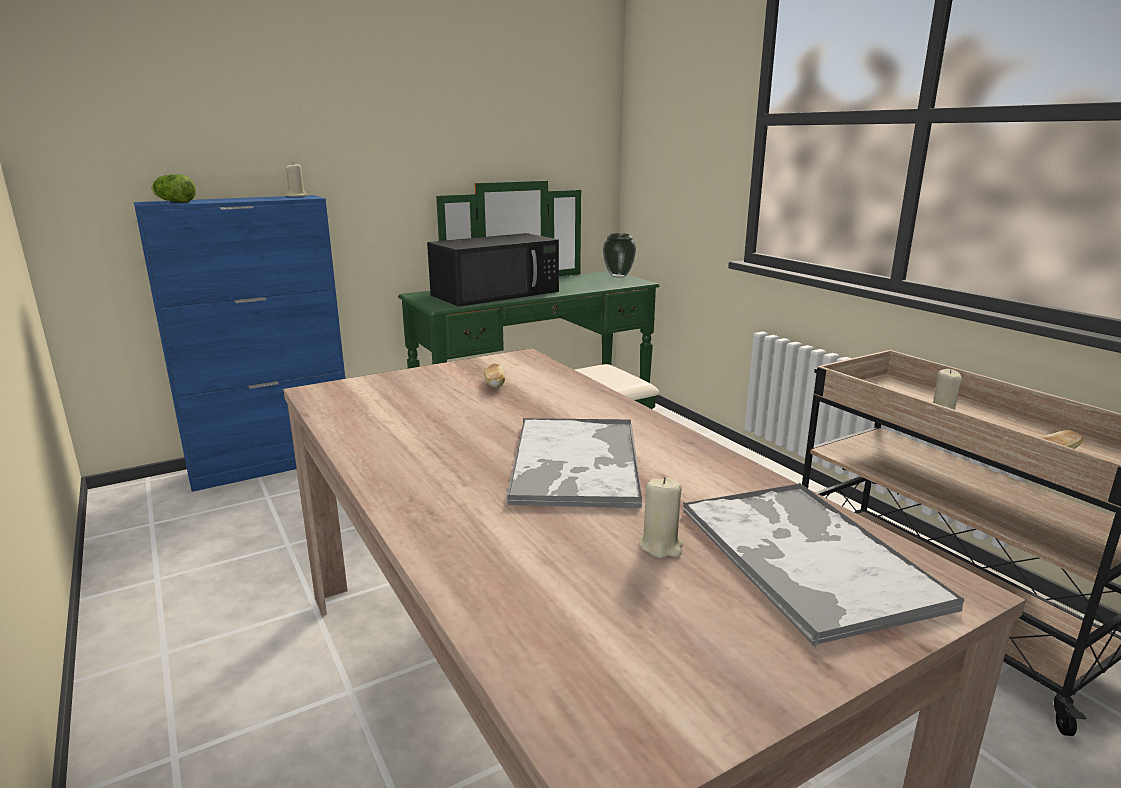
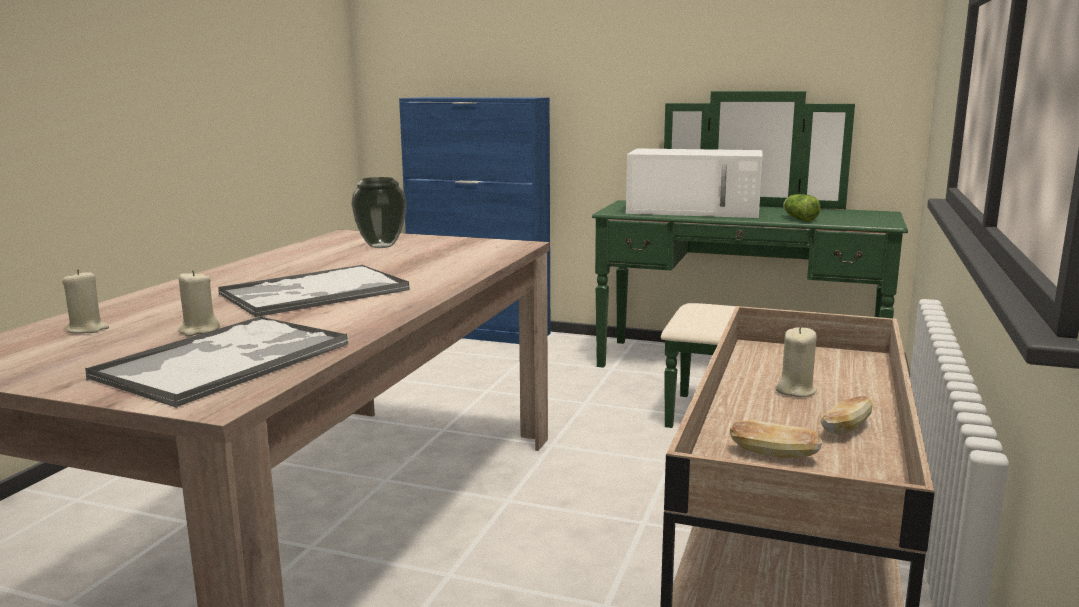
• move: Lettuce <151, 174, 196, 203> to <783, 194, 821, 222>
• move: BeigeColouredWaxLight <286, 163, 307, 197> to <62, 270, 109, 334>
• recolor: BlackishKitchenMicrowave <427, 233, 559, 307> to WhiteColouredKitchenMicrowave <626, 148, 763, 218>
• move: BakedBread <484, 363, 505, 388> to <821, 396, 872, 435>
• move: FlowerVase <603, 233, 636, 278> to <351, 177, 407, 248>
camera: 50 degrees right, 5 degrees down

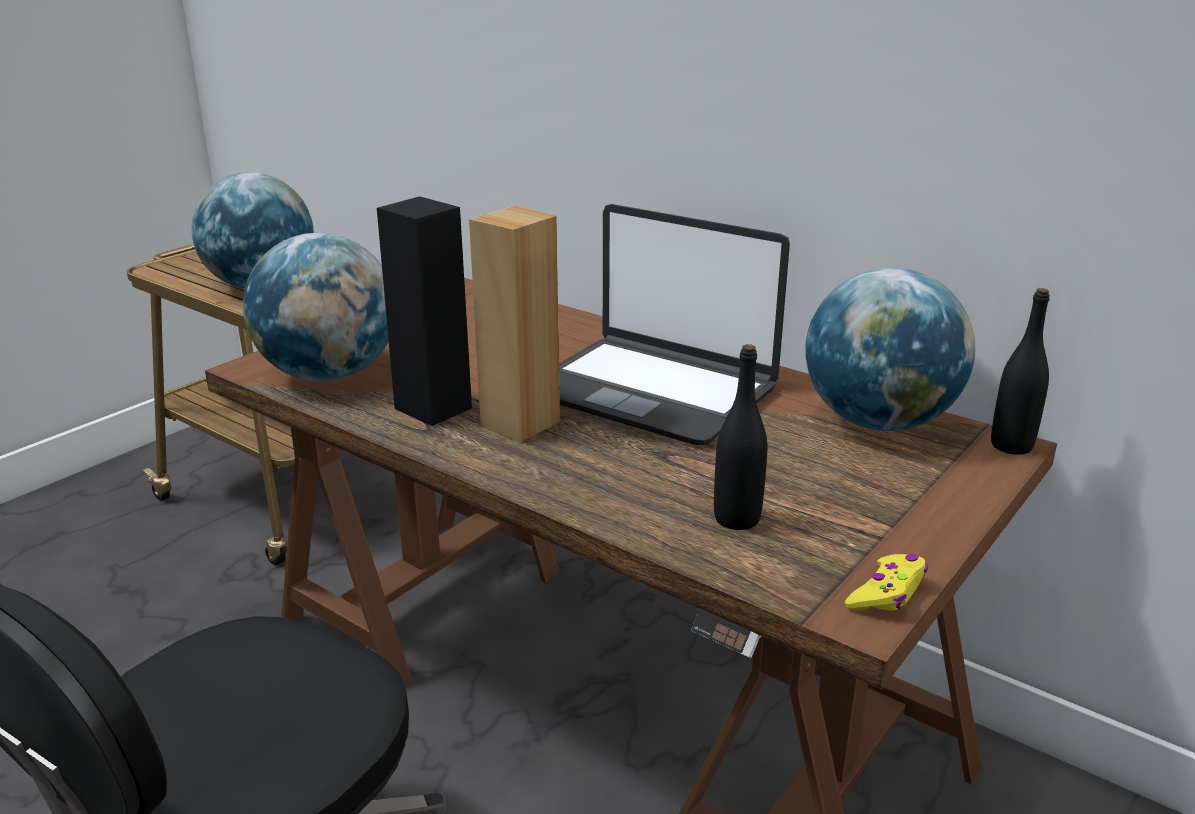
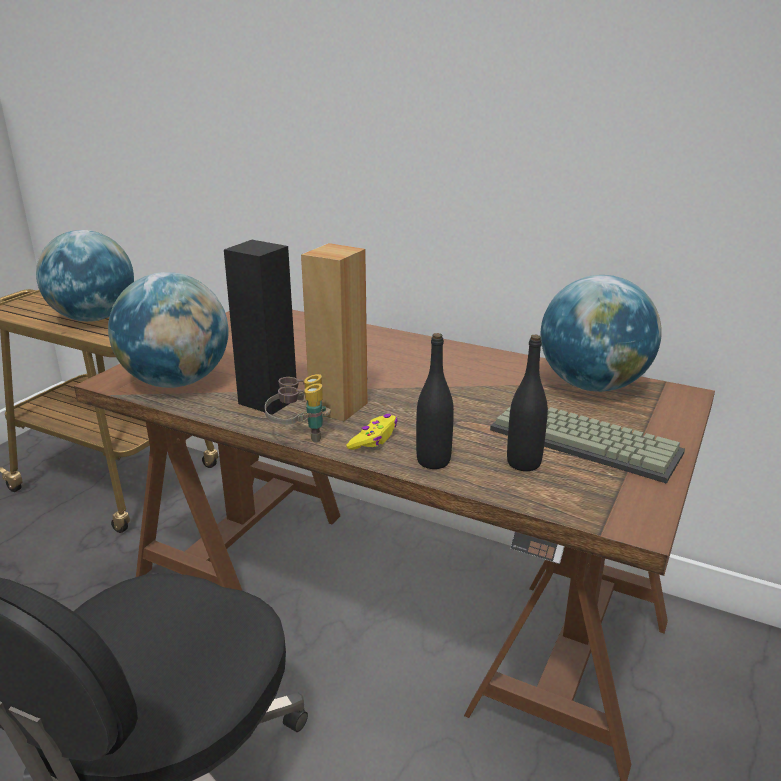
• delete: Laptop <559, 204, 790, 446>
• move: YellowishGameController <845, 554, 928, 611> to <346, 414, 398, 450>
• move: BlackishBottle <991, 288, 1050, 455> to <416, 333, 454, 469>
• insert: Binoculars <265, 374, 331, 442>
• insert: PcKeyboard <490, 407, 685, 484>
camera: 10 degrees left, 0 degrees up

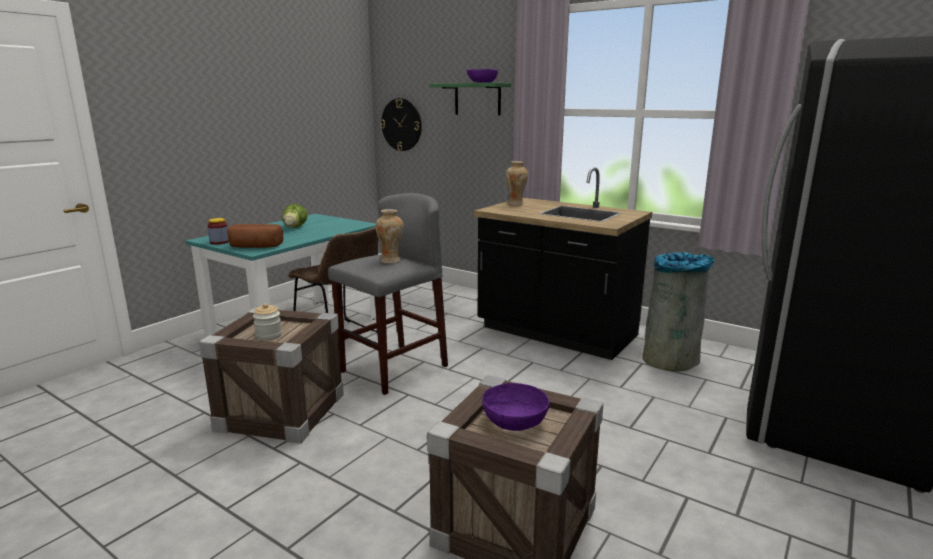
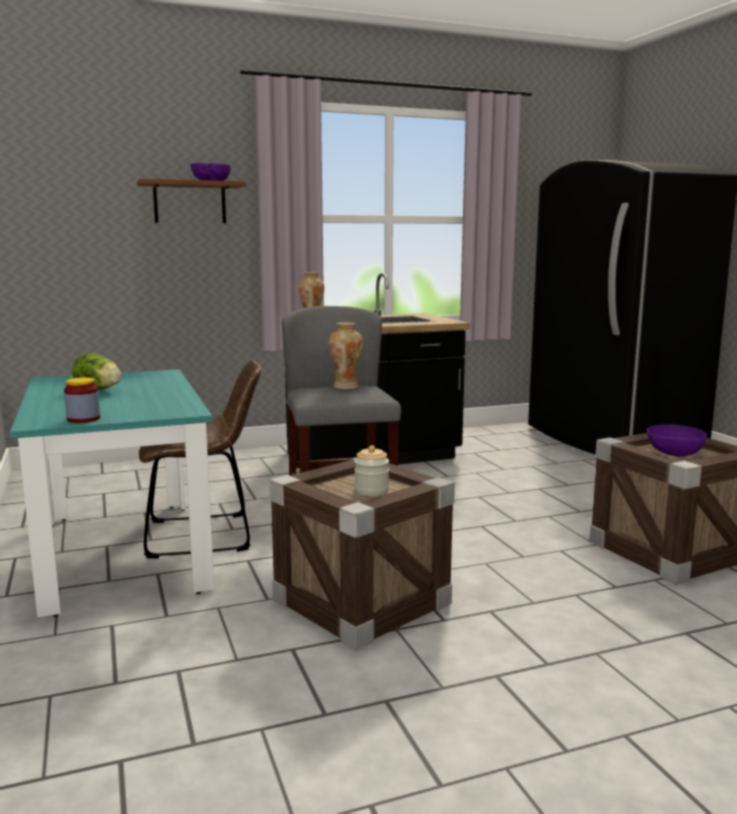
• delete: BakedBread <227, 224, 283, 248>
• delete: ClockOnTheWall <380, 98, 422, 151>
• recolor: GreenColouredShelf <429, 83, 511, 116> to BrownishShelf <137, 179, 246, 223>
• delete: GreyRubbishBin <642, 252, 715, 371>
camera: 55 degrees left, 5 degrees down

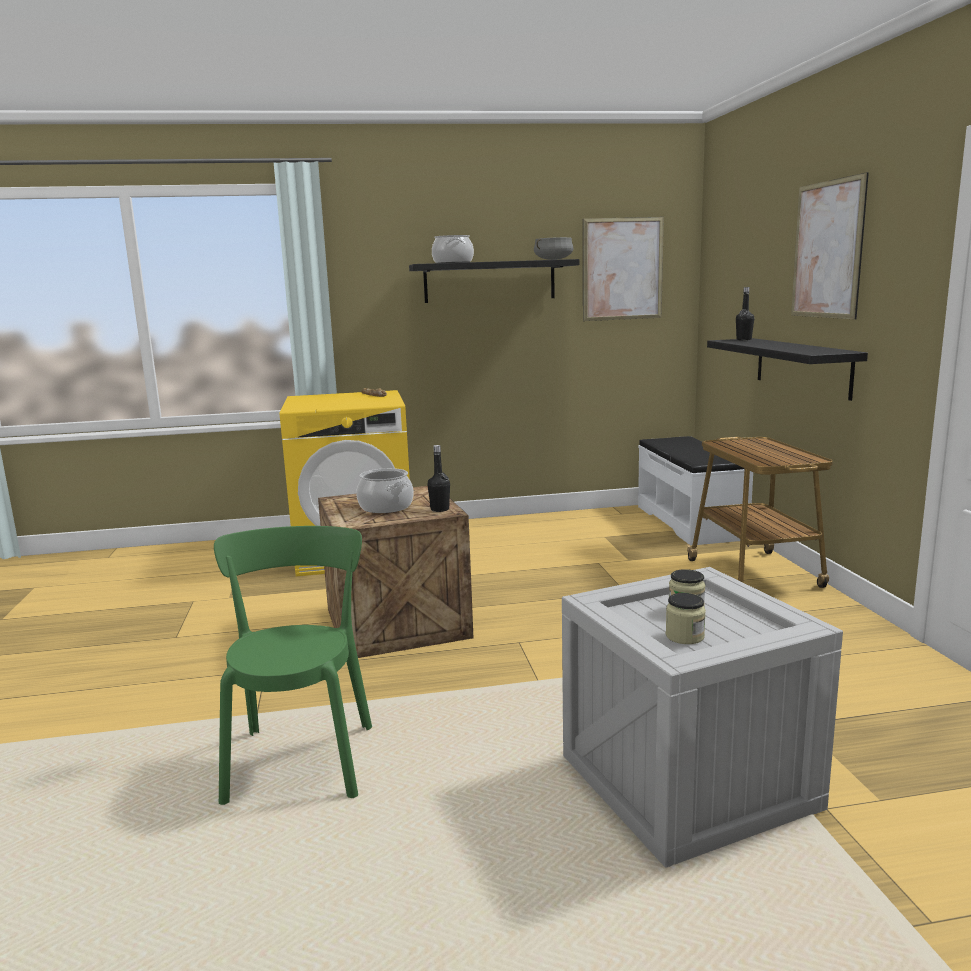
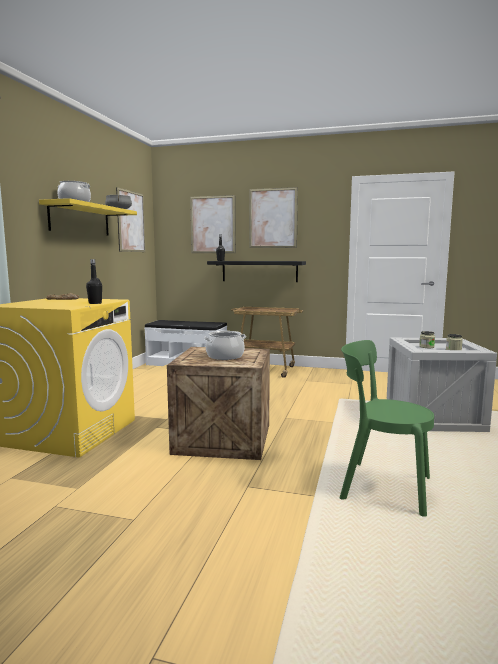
• recolor: BlackishShelf <409, 259, 579, 303> to YellowishShelf <39, 198, 137, 236>
• move: BlackishBottle <427, 445, 450, 512> to <86, 259, 102, 304>
• insert: Picture <190, 195, 236, 253>
camera: 65 degrees left, 5 degrees down

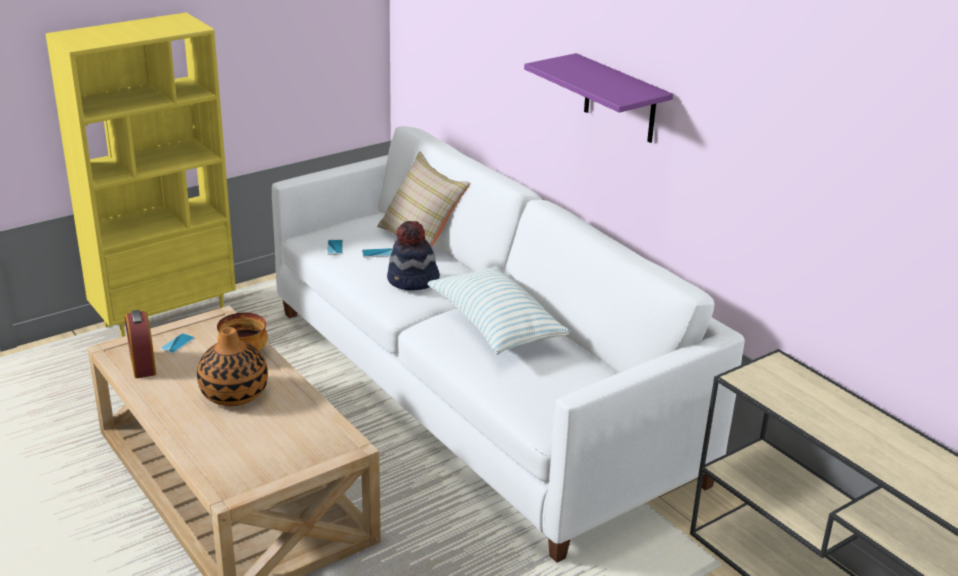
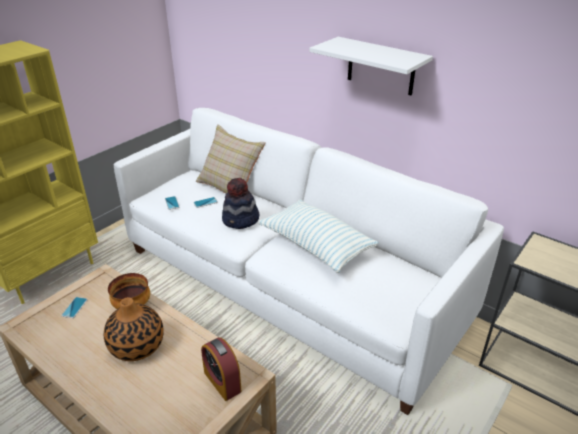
• move: BedsideClock <125, 310, 156, 378> to <201, 337, 242, 401>
• recolor: PurpleColouredShelf <524, 53, 673, 143> to WhiteColouredShelf <309, 37, 433, 96>
camera: 15 degrees left, 5 degrees up

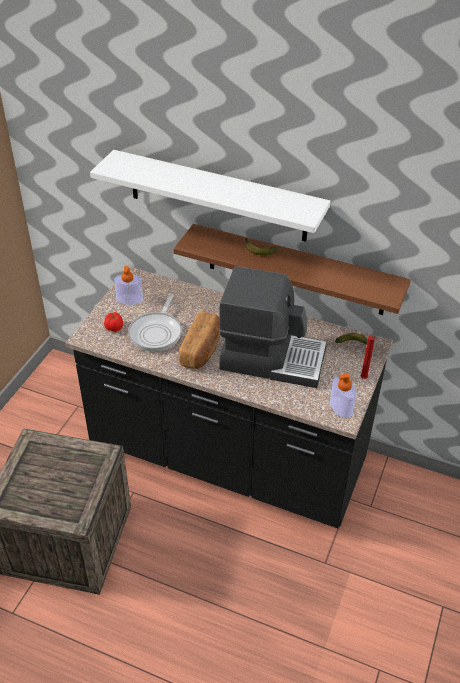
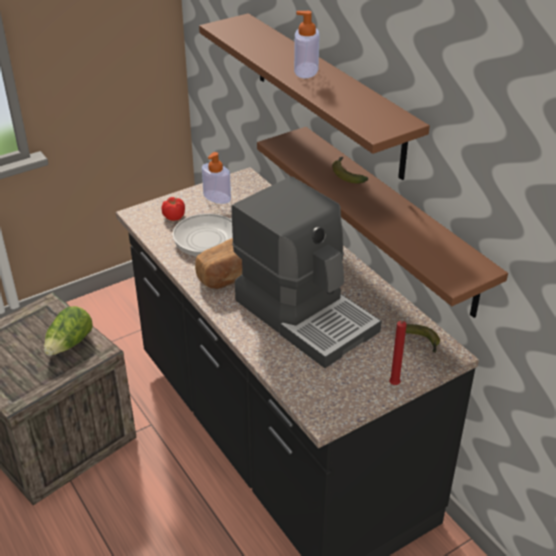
• recolor: WhiteColouredShelf <90, 150, 331, 242> to BrownishShelf <199, 13, 430, 180>
• move: SoapDispenser <330, 373, 356, 418> to <294, 11, 320, 78>
• insert: Lettuce <44, 306, 93, 356>
camera: 35 degrees right, 5 degrees down

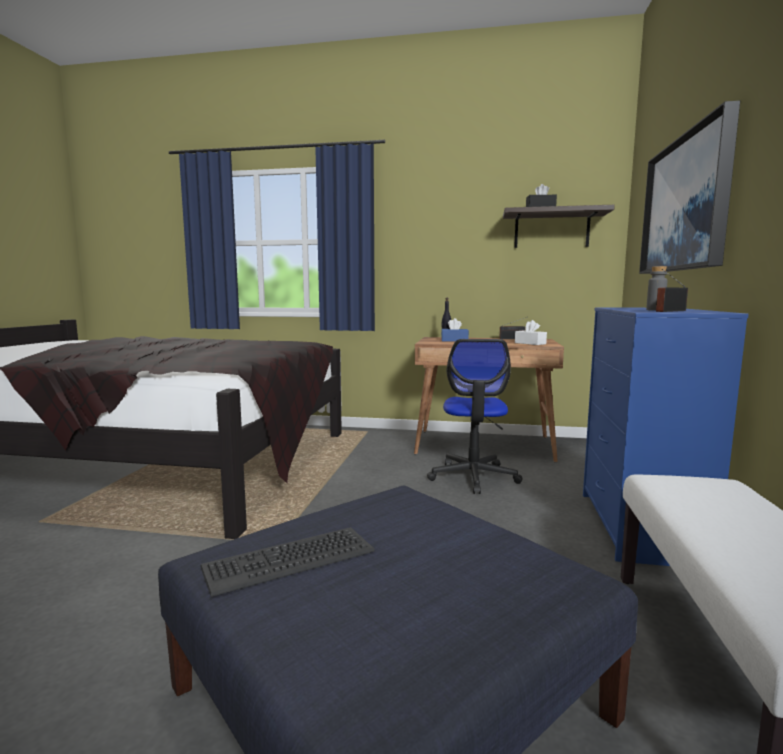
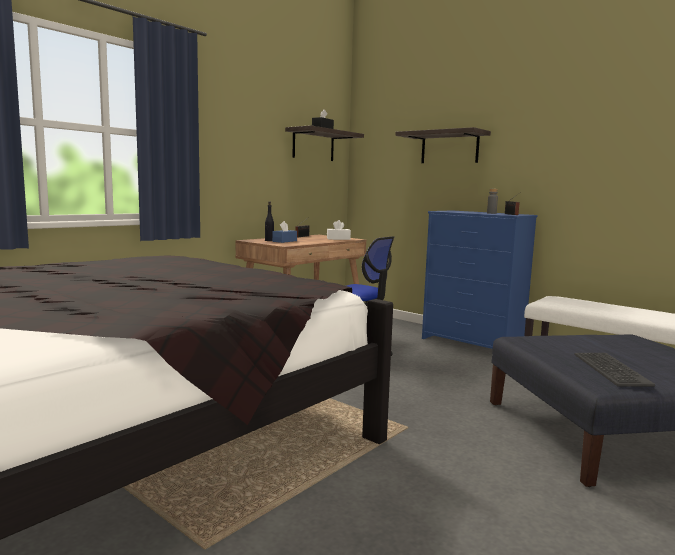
• replace: Picture <639, 100, 740, 274> to Shelf <395, 127, 491, 163>
camera: 60 degrees left, 0 degrees up

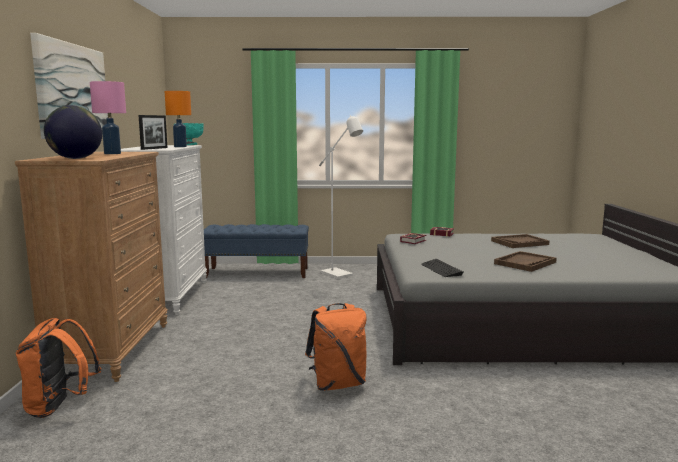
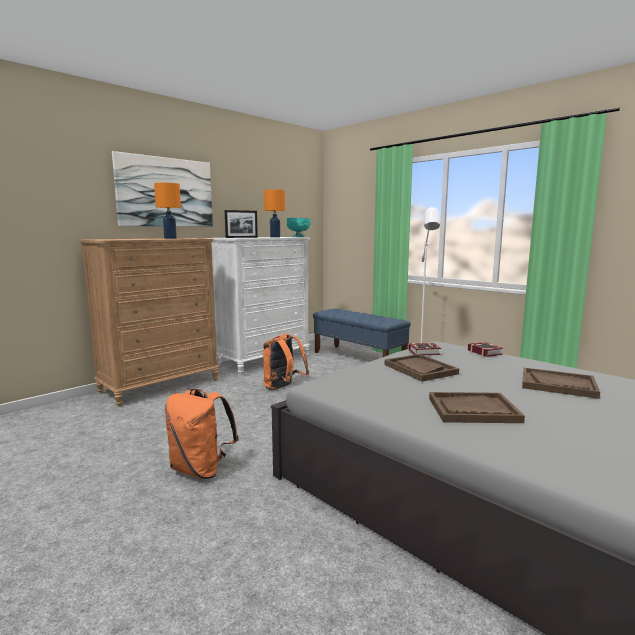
• move: OrangeColouredKnapsack <16, 318, 101, 418> to <263, 334, 309, 390>
• delete: WorldGlobe <44, 105, 102, 159>
• recolor: PinkishTableLamp <90, 81, 126, 154> to OrangeColouredTableLamp <154, 183, 181, 239>
• delete: PcKeyboard <421, 259, 464, 277>
• insert: BrownishCarryingTray <385, 354, 459, 382>
camera: 45 degrees right, 0 degrees up

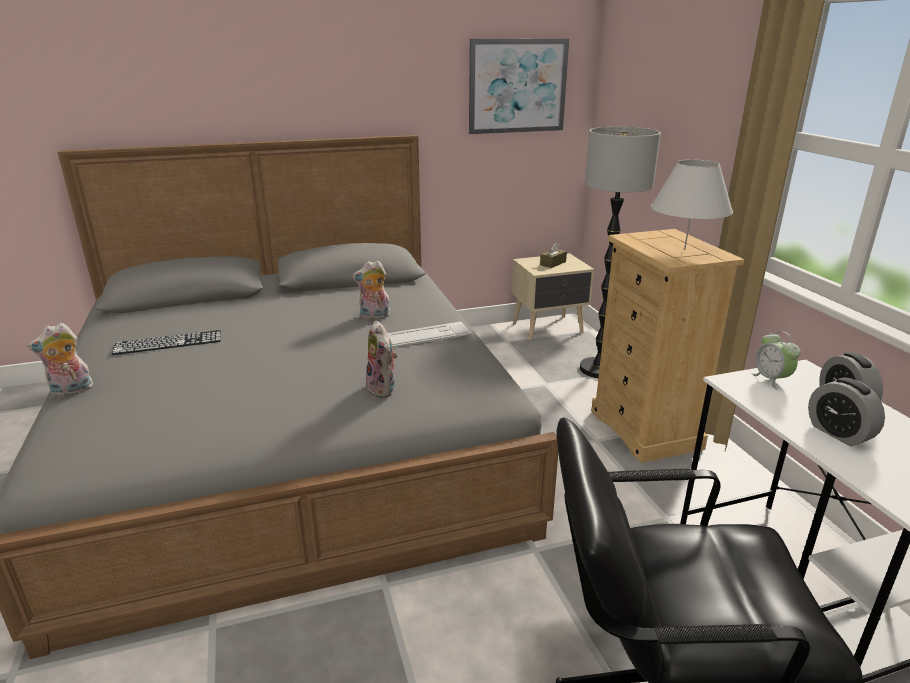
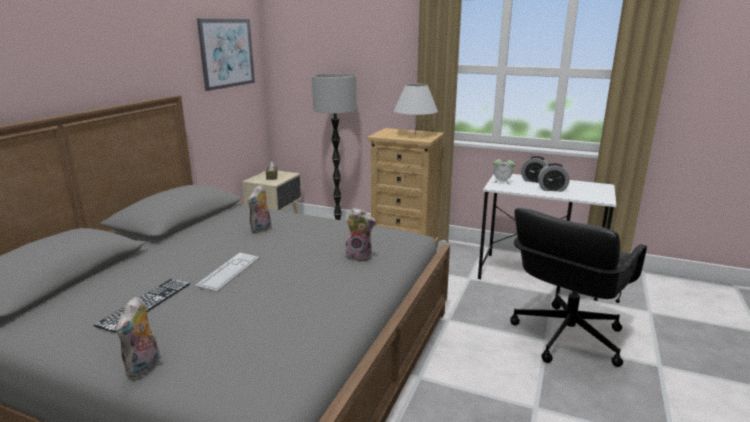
• move: PcKeyboard <388, 322, 471, 348> to <195, 253, 259, 292>
camera: 50 degrees left, 5 degrees down

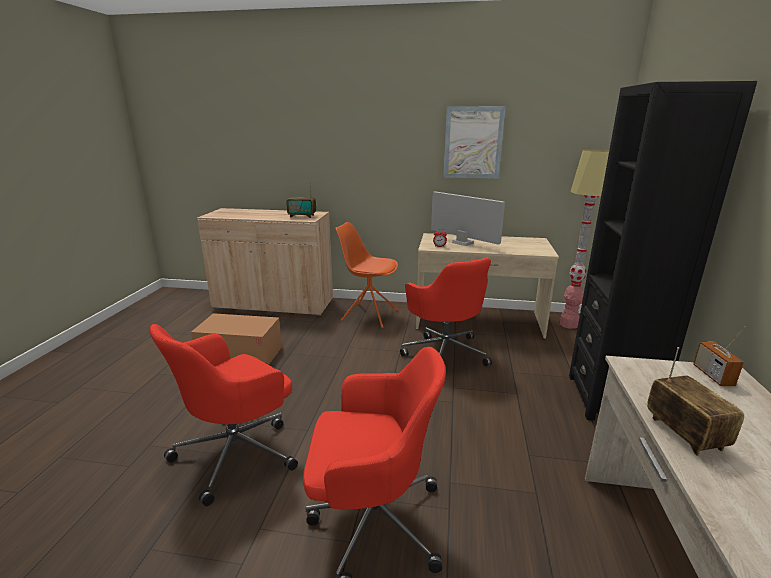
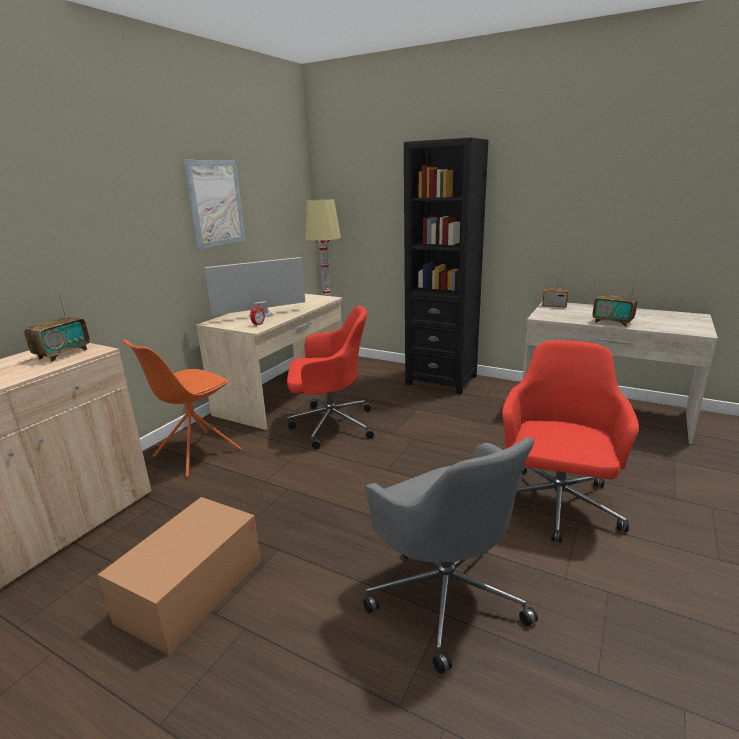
• recolor: RedColouredDeskChair <150, 324, 298, 506> to GreyDeskChair <363, 437, 538, 674>
• rotate: Radio <647, 347, 744, 456> = <592, 277, 638, 327> 150 degrees counterclockwise
camera: 70 degrees left, 0 degrees up

